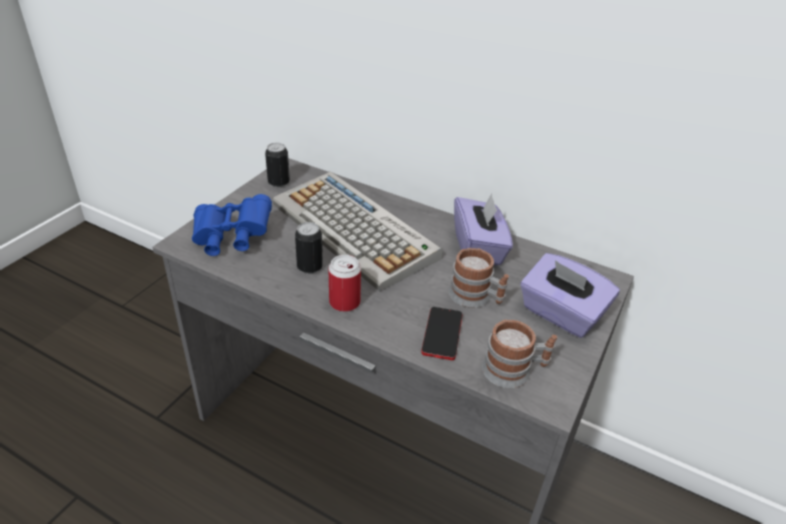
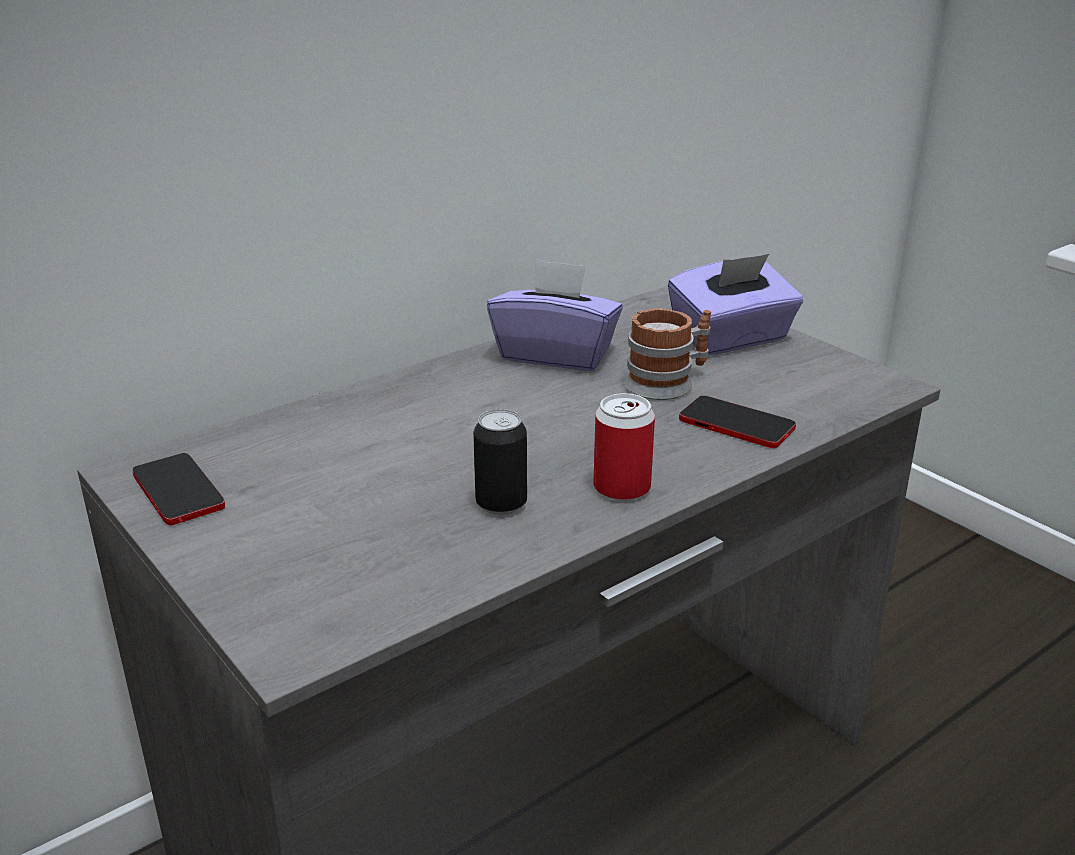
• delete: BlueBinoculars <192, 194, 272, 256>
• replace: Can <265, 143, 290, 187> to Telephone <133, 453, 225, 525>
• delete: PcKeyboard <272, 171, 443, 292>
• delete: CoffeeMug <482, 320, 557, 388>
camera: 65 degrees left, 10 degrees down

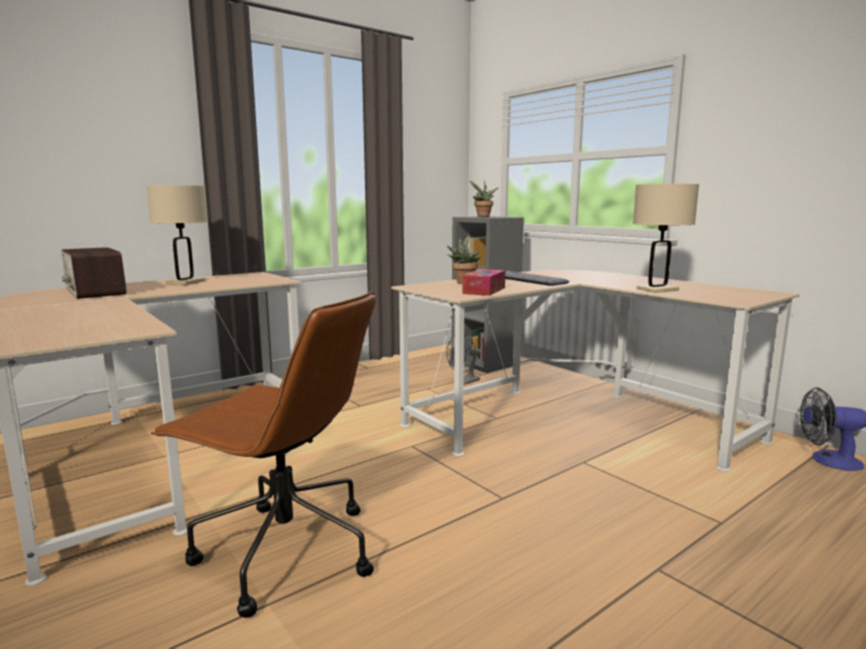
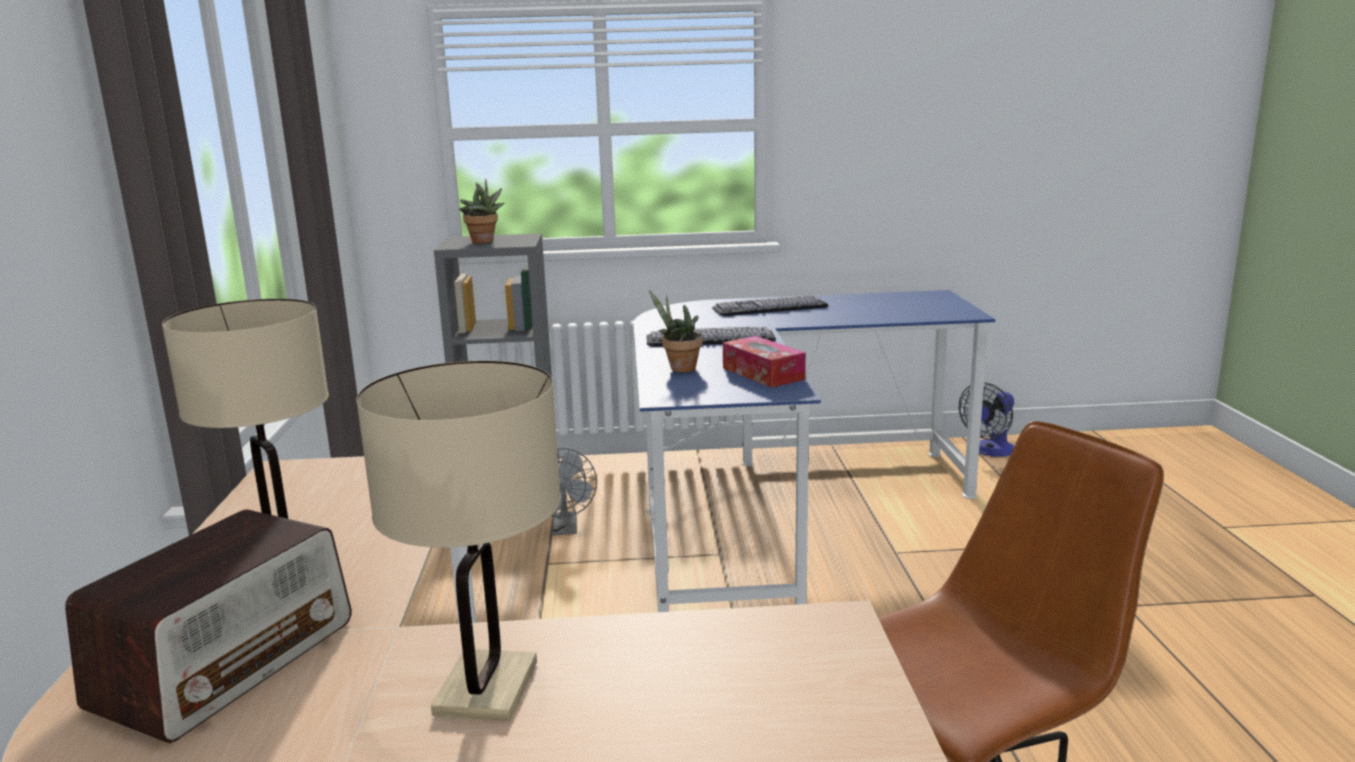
• rotate: Radio <62, 247, 127, 299> = <65, 509, 352, 743> 60 degrees counterclockwise
• recolor: BeigeColouredDesk <391, 270, 800, 471> to BlueDesk <633, 290, 996, 612>
• move: BeigeColouredTableLamp <633, 184, 699, 293> to <356, 361, 561, 721>
• insert: PcKeyboard <712, 295, 828, 316>
camera: 55 degrees left, 5 degrees up

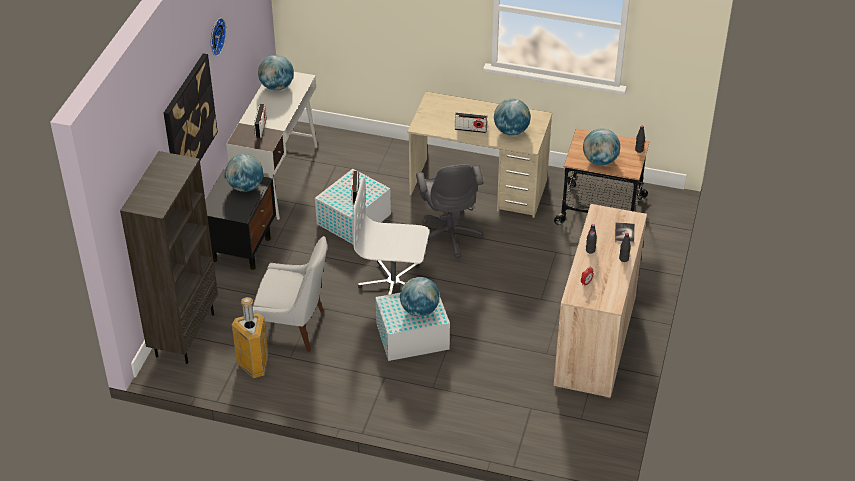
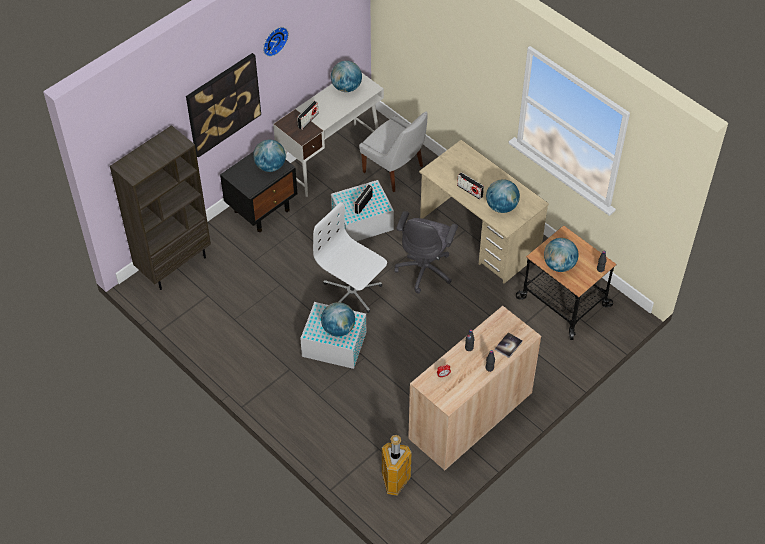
• move: RubbishBin <232, 297, 268, 378> to <382, 435, 412, 496>
• move: WhiteColouredPlainChair <253, 236, 327, 352> to <359, 112, 428, 192>
camera: 30 degrees right, 10 degrees up

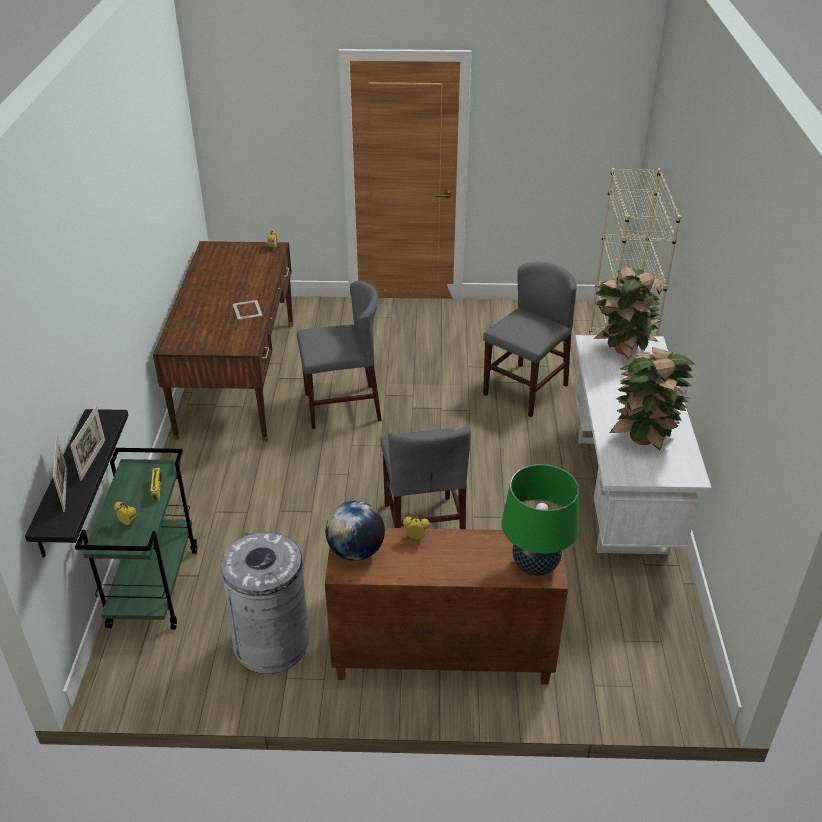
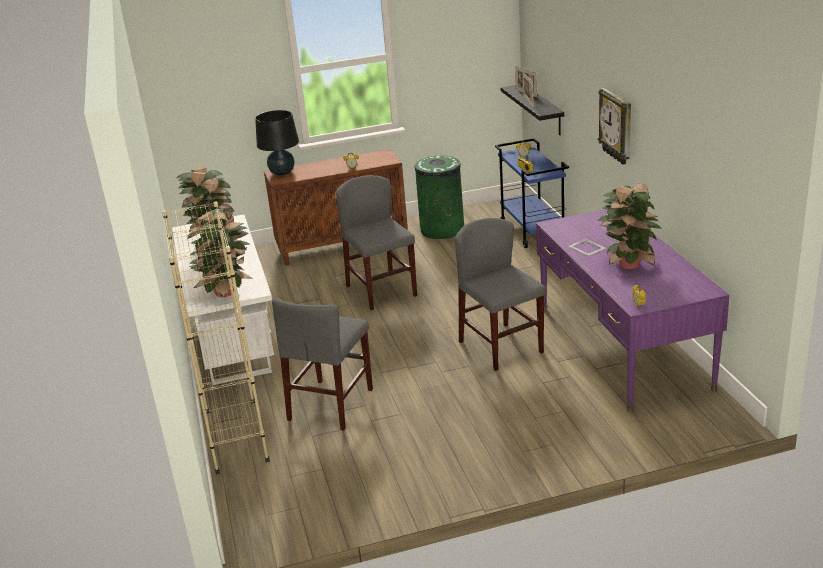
• recolor: GreenColouredTrolley <75, 448, 197, 630> to BlueTrolley <495, 138, 569, 248>
• recolor: BrownishDesk <153, 241, 293, 442> to PurpleColouredDesk <536, 210, 730, 412>
• recolor: GreyRubbishBin <221, 532, 309, 674> to GreenColouredRubbishBin <415, 156, 464, 239>
• rotate: GreyPlainChair <297, 281, 382, 429> = <455, 218, 546, 371> 90 degrees clockwise
• delete: WorldGlobe <325, 501, 385, 561>
• recolor: GreenColouredTableLamp <502, 464, 579, 576> to BlackishTableLamp <255, 110, 299, 176>
• insert: PottedPlant <597, 183, 662, 269>
• insert: ClockOnTheWall <598, 88, 631, 165>
camera: 165 degrees right, 10 degrees down

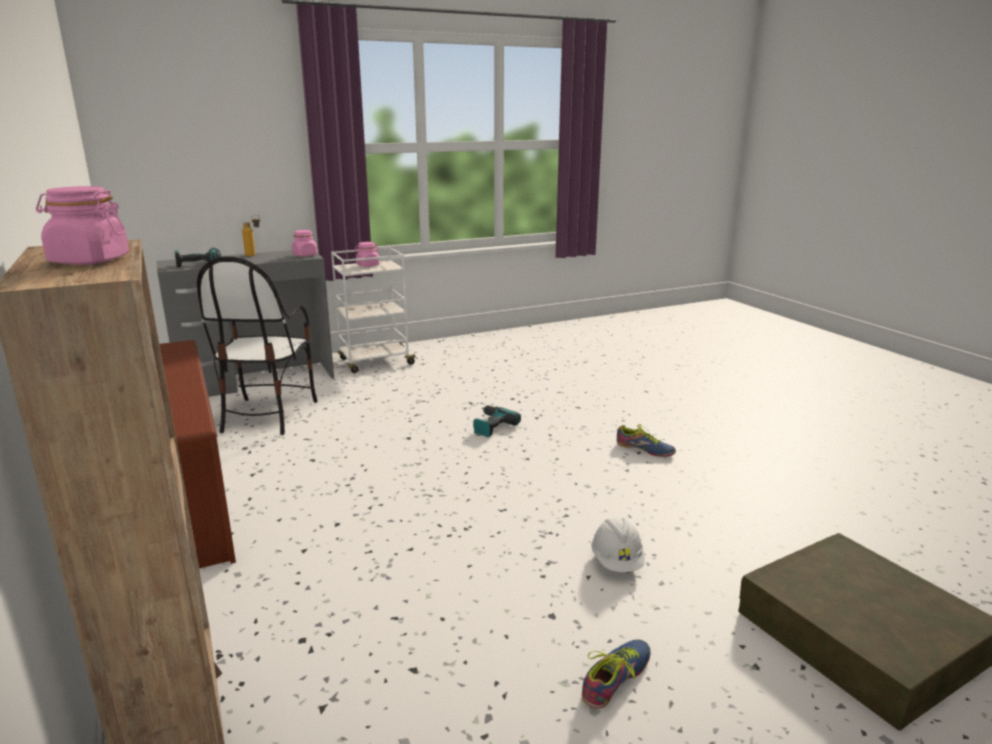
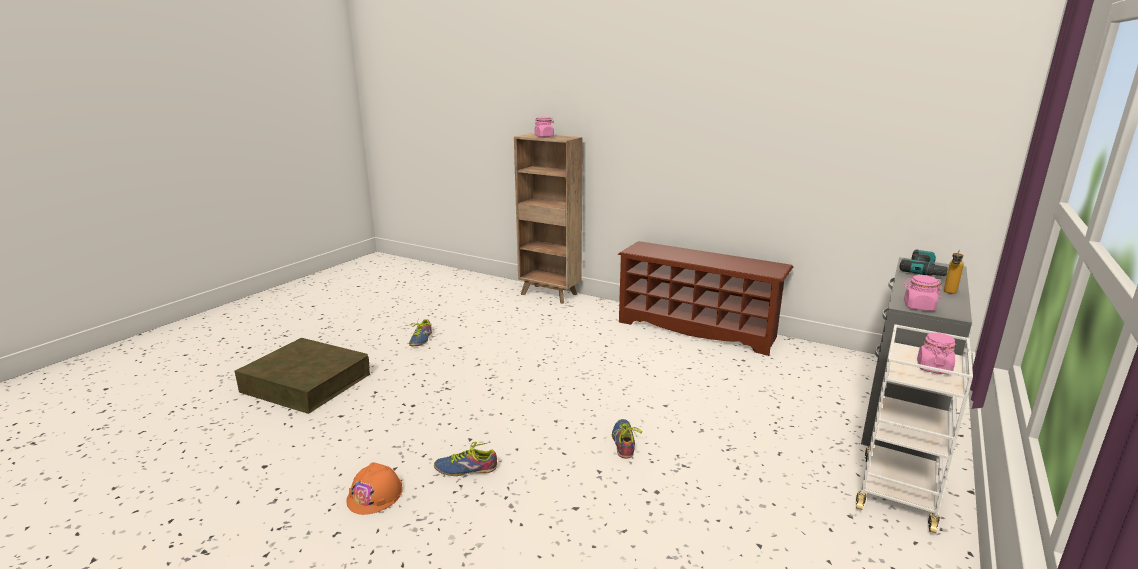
• delete: PlainChair <197, 256, 318, 435>
• replace: ElectricDrill <473, 405, 521, 437> to ItemOfFootwear <612, 419, 642, 459>
• delete: WhiteColouredWorkHelmet <591, 518, 645, 572>
• insert: OrangeColouredWorkHelmet <346, 463, 403, 515>
camera: 145 degrees right, 0 degrees up

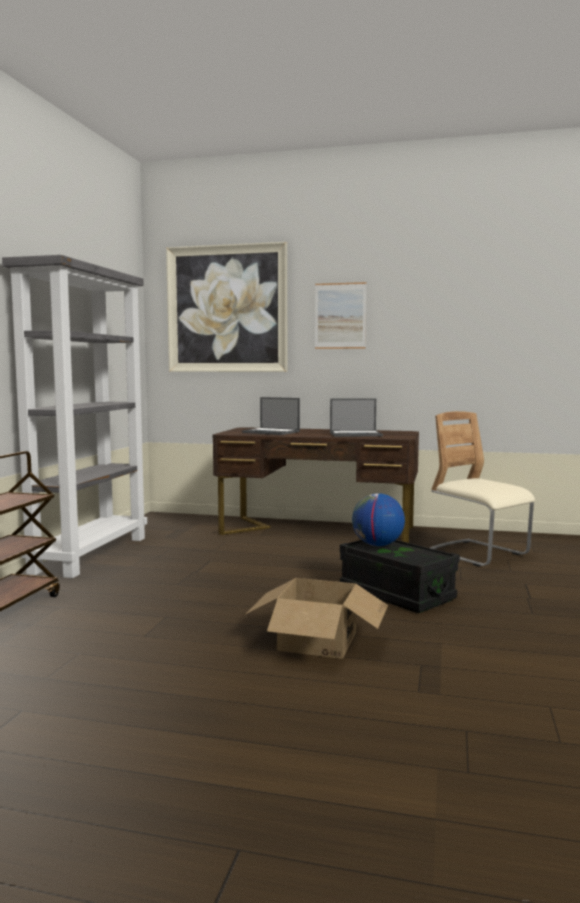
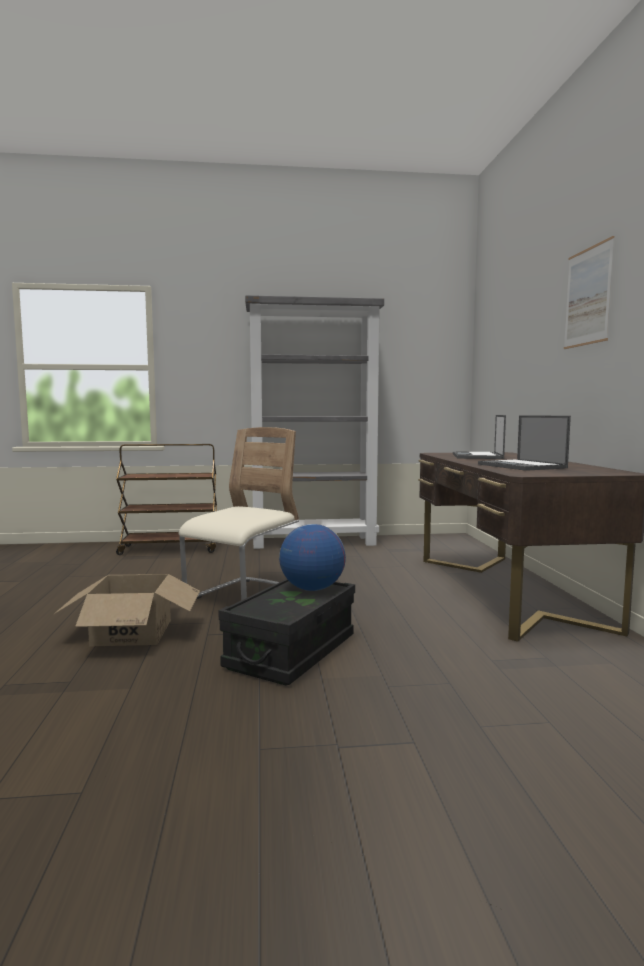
• delete: Picture <166, 242, 287, 372>
• move: BeigeColouredPlainChair <430, 411, 535, 567> to <179, 427, 299, 600>
camera: 70 degrees right, 0 degrees up

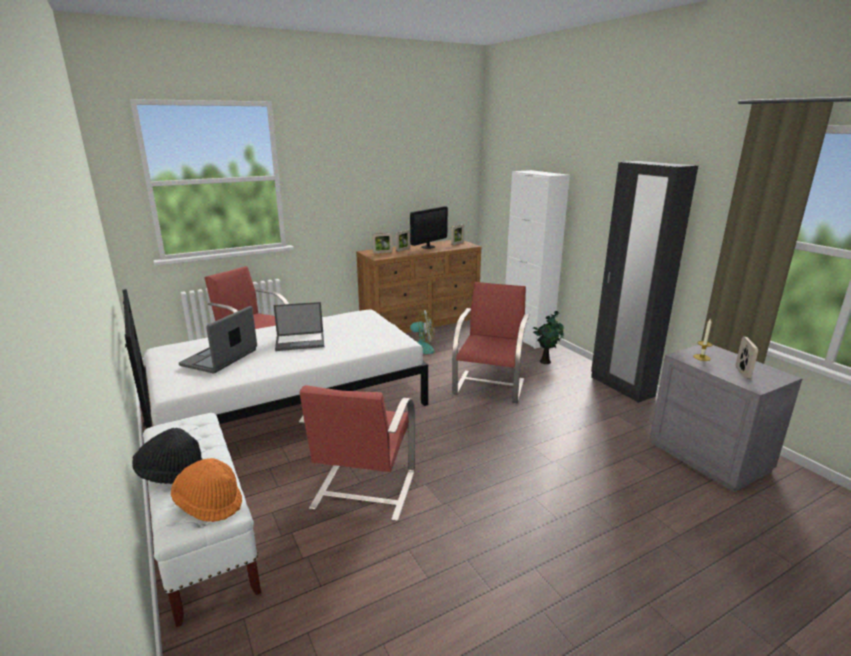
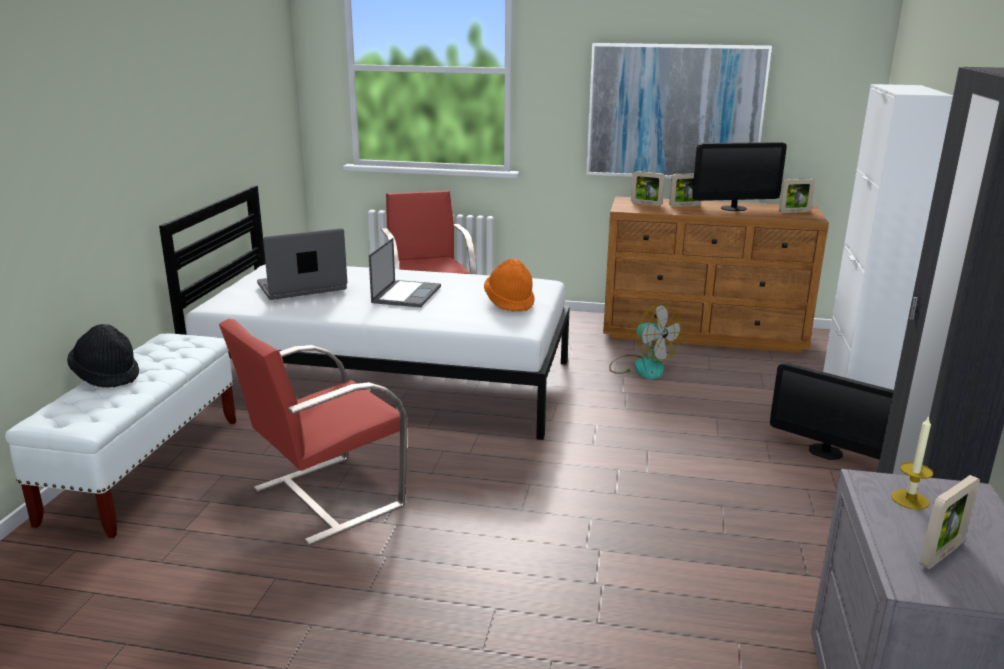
• move: OrangeColouredClothingHat <171, 458, 242, 522> to <484, 259, 535, 312>
• rotate: Laptop <274, 302, 324, 351> = <369, 238, 441, 307> 105 degrees counterclockwise
• delete: RedColouredPlainChair <452, 282, 530, 404>
• replace: PottedPlant <533, 311, 564, 364> to ComputerDisplay <770, 362, 894, 460>
• insert: Picture <586, 43, 772, 178>
camera: 40 degrees right, 0 degrees up

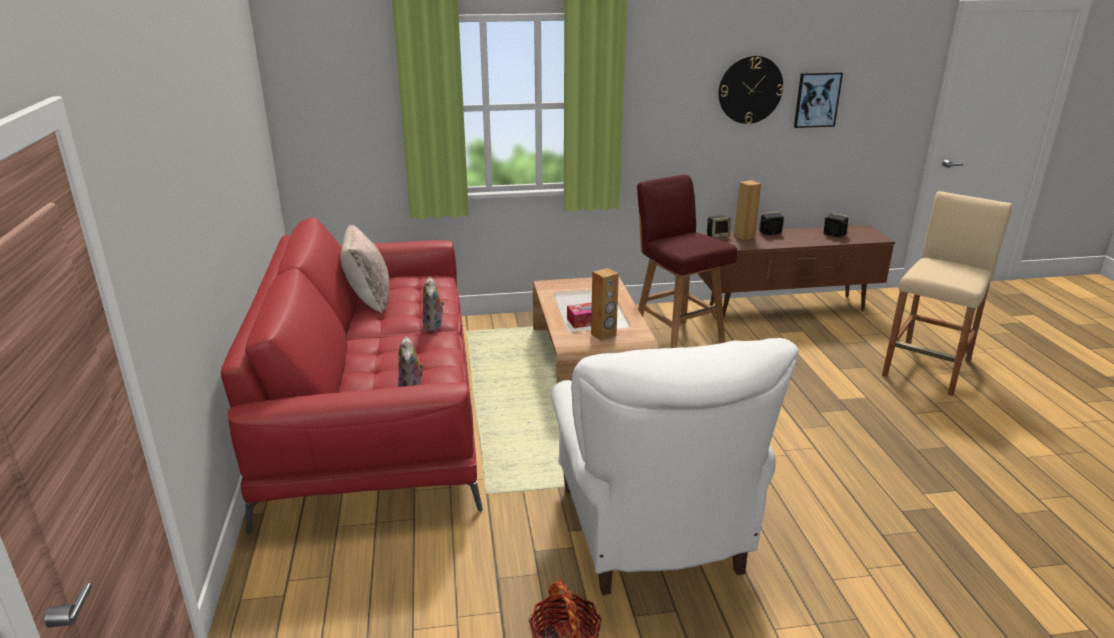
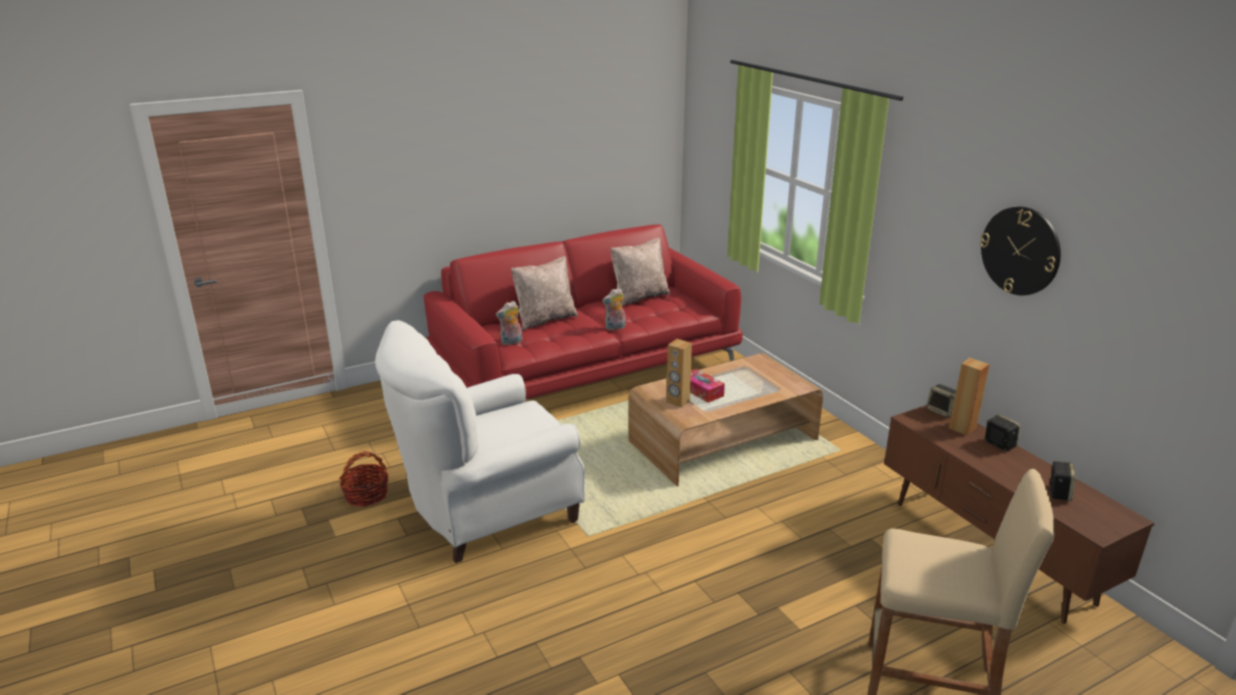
• delete: RedColouredStool <637, 175, 737, 348>
• delete: Picture <794, 72, 843, 128>
• insert: BeigeColouredThrowPillow <511, 256, 578, 330>
camera: 70 degrees right, 0 degrees up

